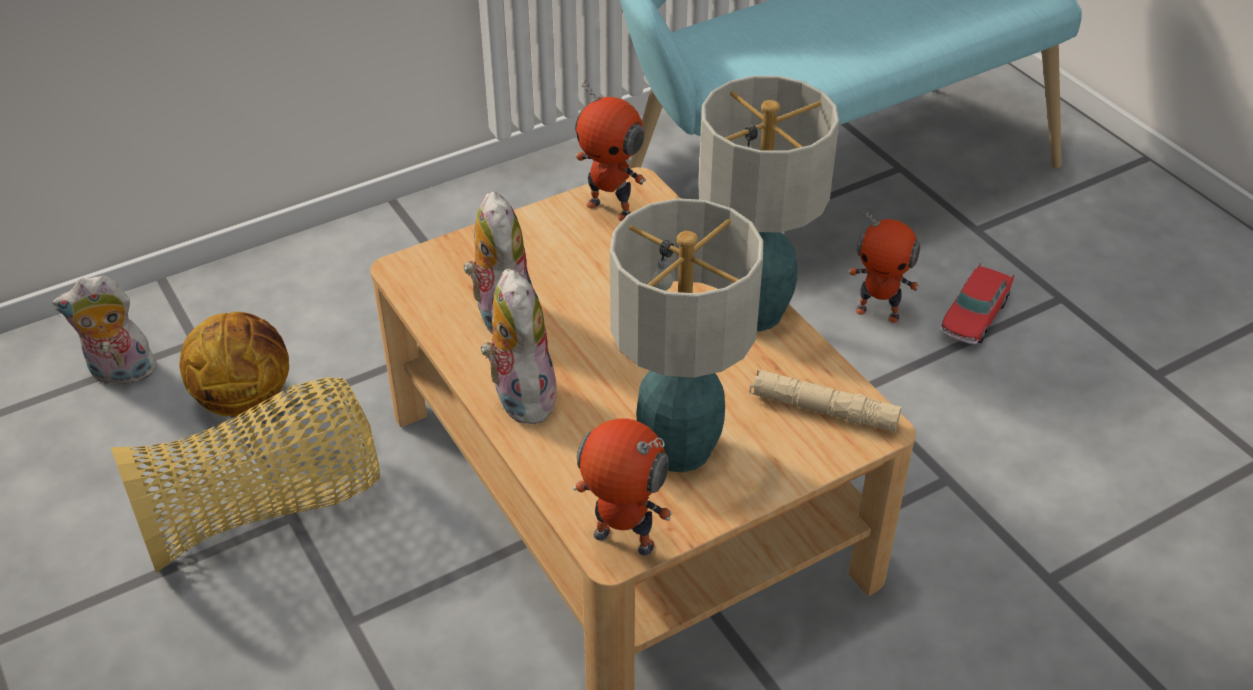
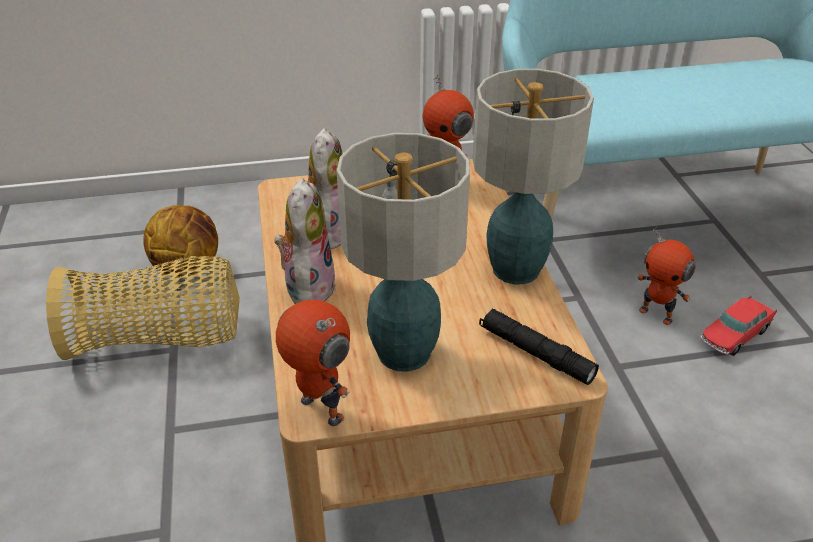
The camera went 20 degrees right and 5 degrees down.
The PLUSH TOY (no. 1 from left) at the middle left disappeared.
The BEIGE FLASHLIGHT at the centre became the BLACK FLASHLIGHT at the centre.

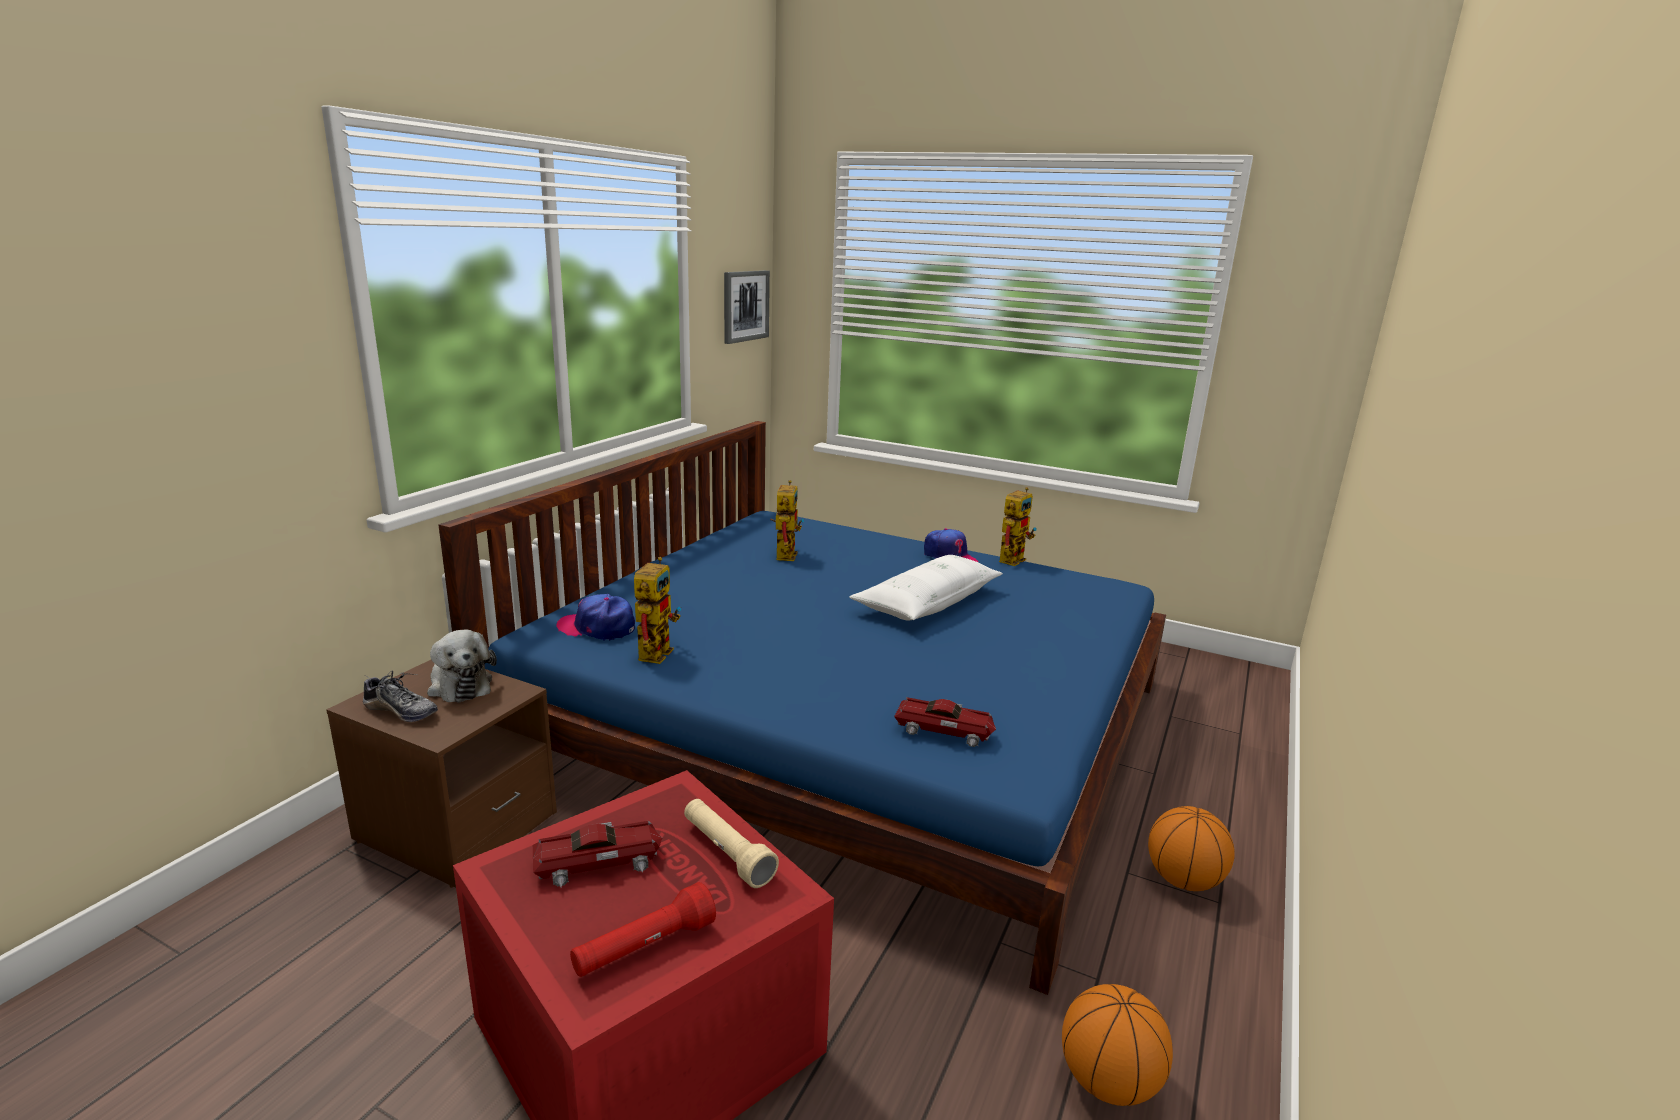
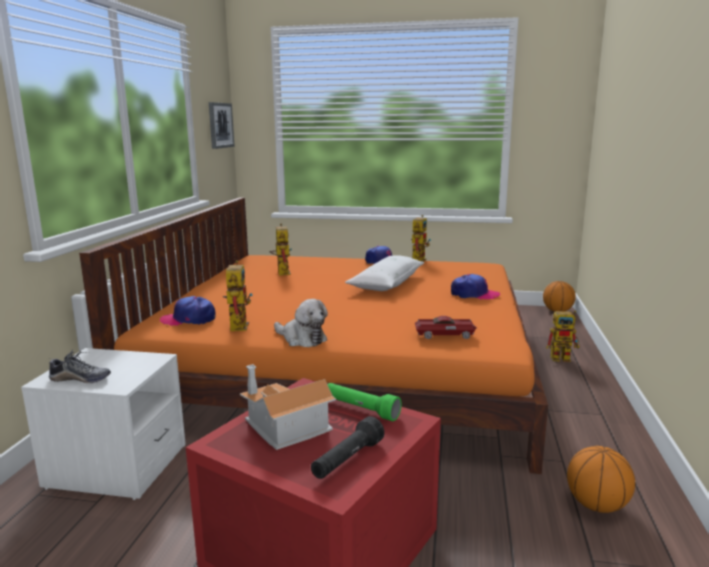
The camera went 15 degrees left and 5 degrees down.
The CAP (no. 3 from left) at the middle right appeared.
The TOY ROBOT (no. 4 from left) at the middle right appeared.
The PLUSH TOY moved from the middle left to the centre.
The BASKETBALL (no. 2 from left in the first image) moved from the bottom right to the middle right.
The TOY CAR (no. 1 from left) at the bottom centre was replaced by the TOY HOUSE at the bottom centre.
The BROWN NIGHTSTAND at the bottom left became the WHITE NIGHTSTAND at the bottom left.
The BLUE BED at the centre became the ORANGE BED at the centre.
The RED FLASHLIGHT at the bottom centre became the BLACK FLASHLIGHT at the bottom centre.
The BEIGE FLASHLIGHT at the bottom centre became the GREEN FLASHLIGHT at the bottom centre.

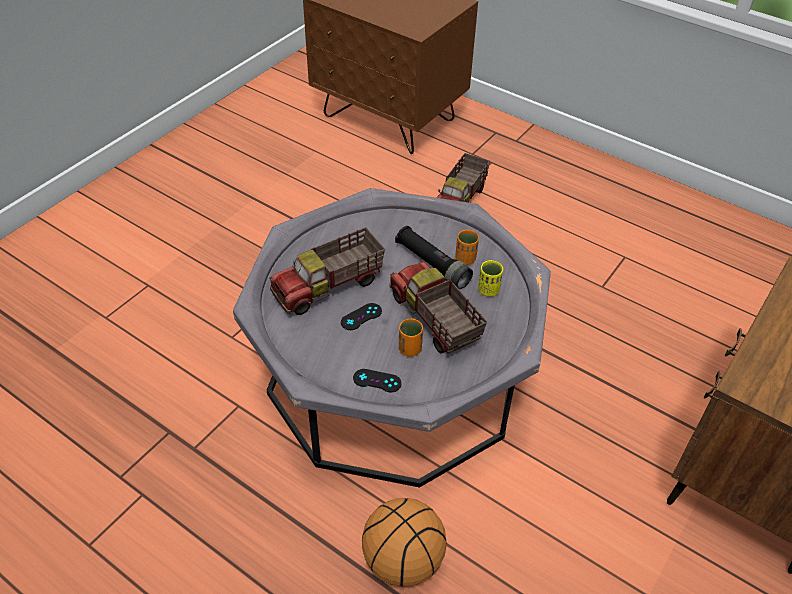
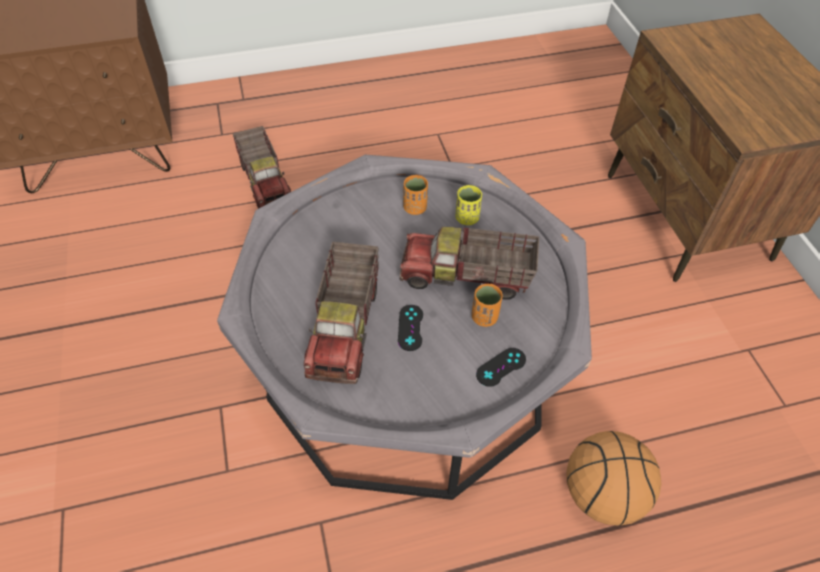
The camera went 50 degrees left and 5 degrees up.
The BLACK FLASHLIGHT at the centre disappeared.

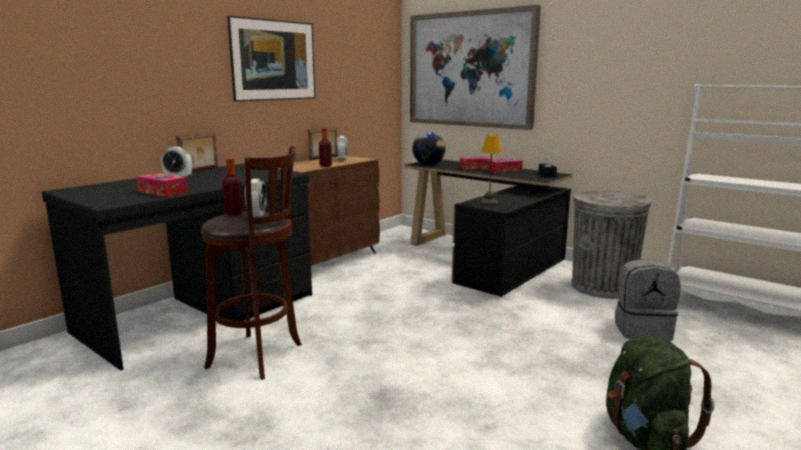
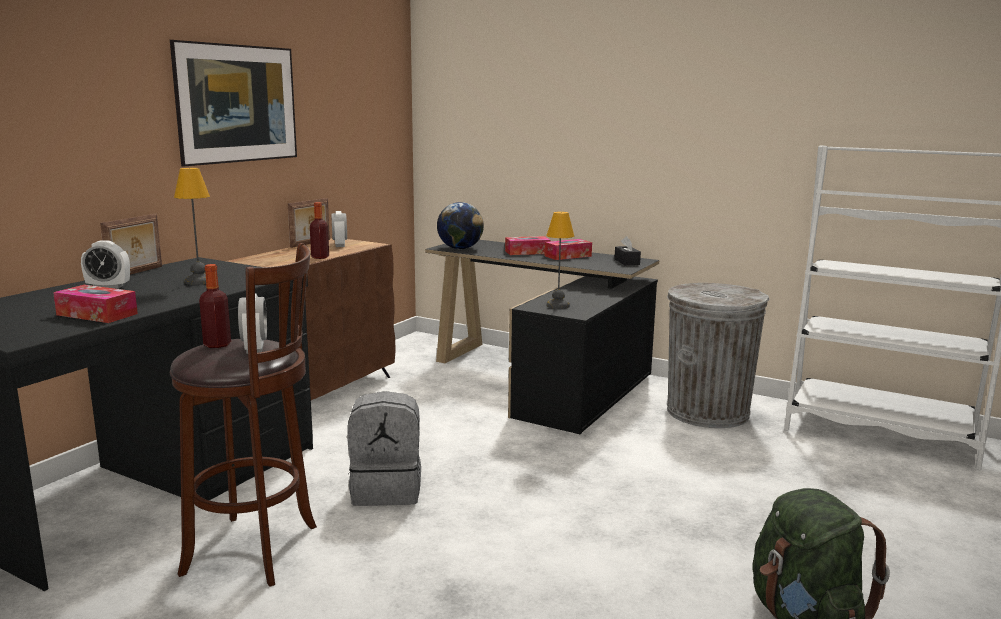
The camera went 10 degrees left and 0 degrees up.
The PICTURE (no. 2 from left) at the top centre disappeared.
The TABLE LAMP (no. 1 from left) at the middle left appeared.
The GREY BACKPACK moved from the bottom right to the bottom centre.

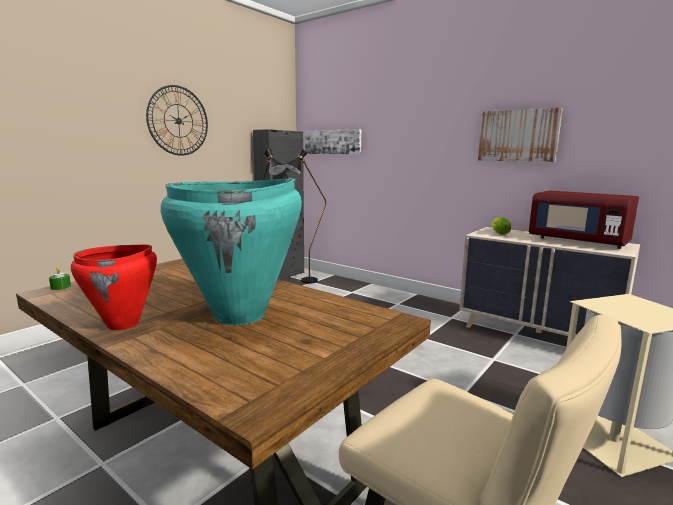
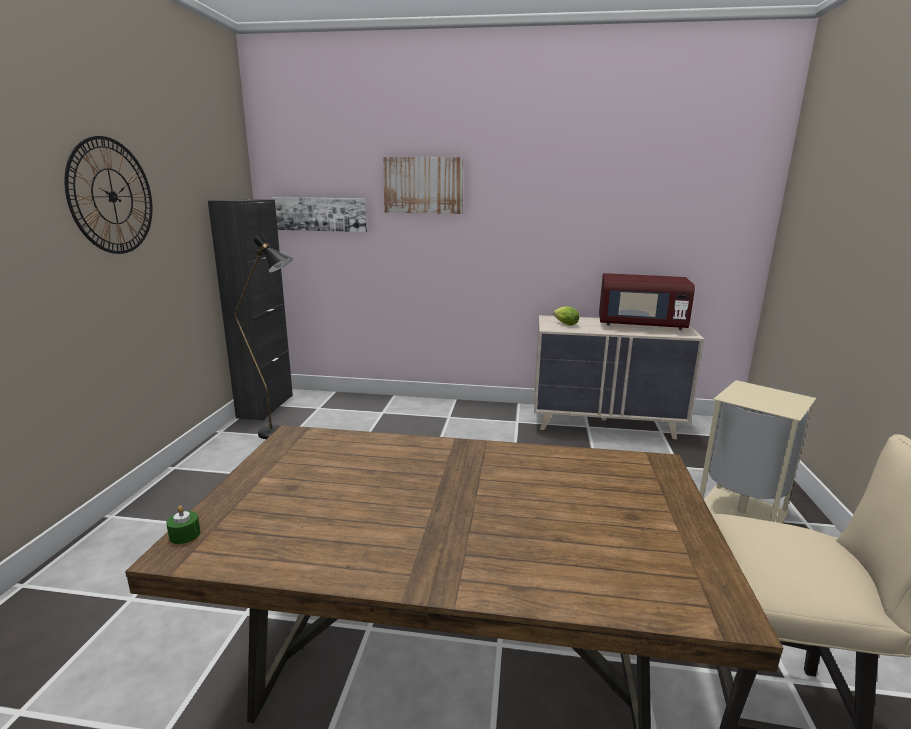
The camera went 30 degrees left and 5 degrees up.
The RED COOKING POT at the middle left disappeared.
The TURQUOISE VASE at the centre disappeared.
The BLACK FLOOR LAMP (no. 2 from left) at the centre disappeared.
The PICTURE (no. 2 from left) moved from the top right to the top centre.

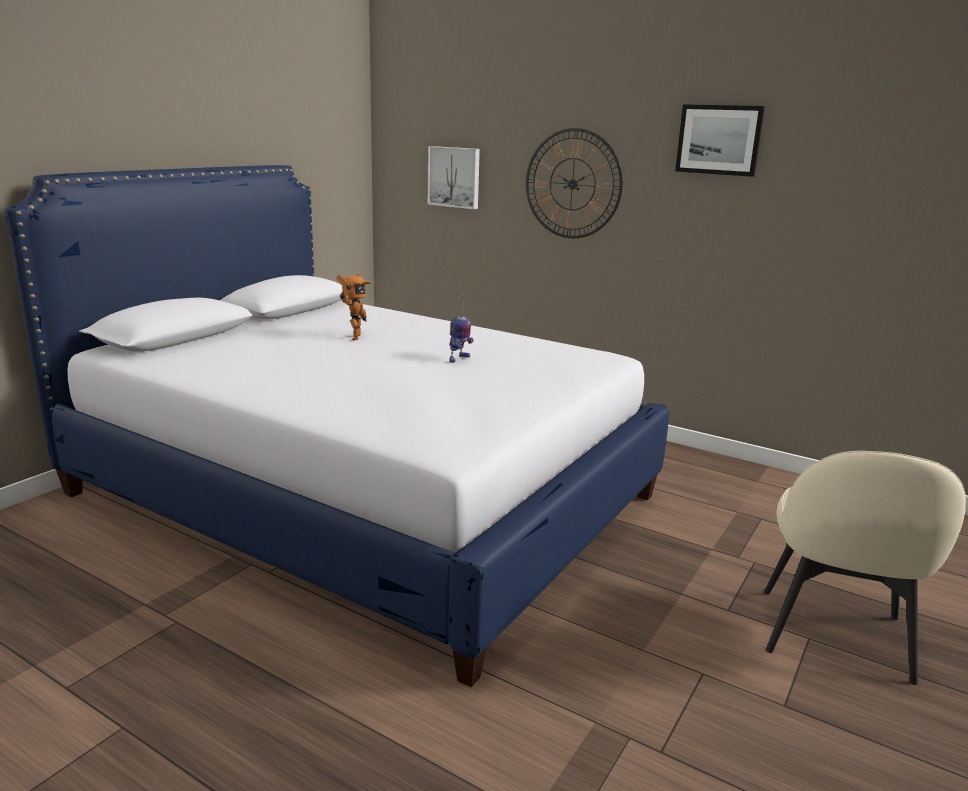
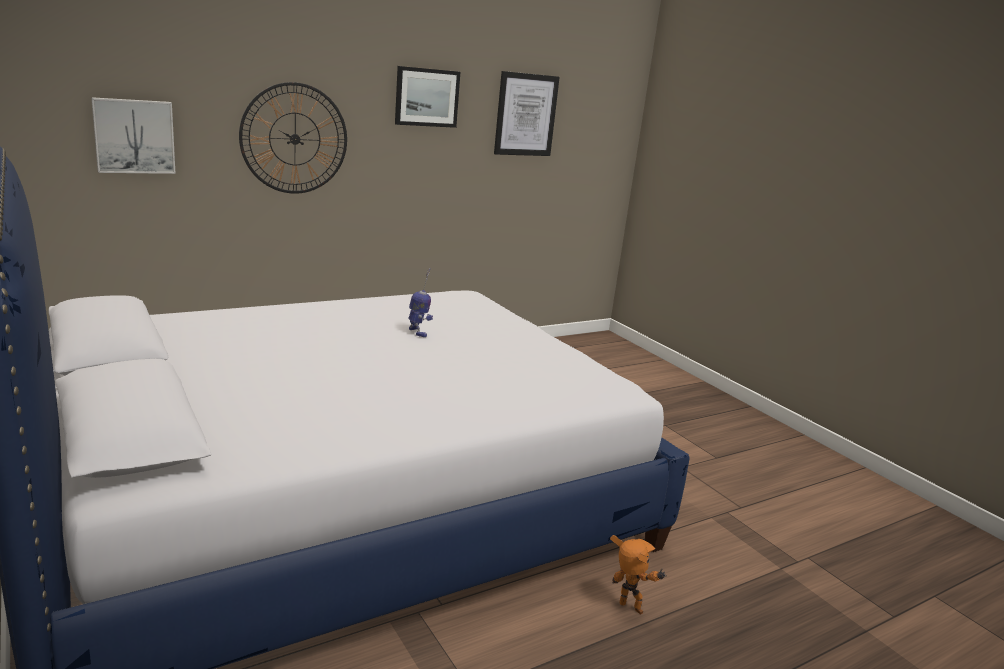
The camera went 65 degrees left and 0 degrees up.
The BEIGE CHAIR at the bottom right disappeared.
The PICTURE (no. 3 from left) at the top centre appeared.
The TOY ROBOT (no. 1 from left in the first image) moved from the centre to the bottom centre.

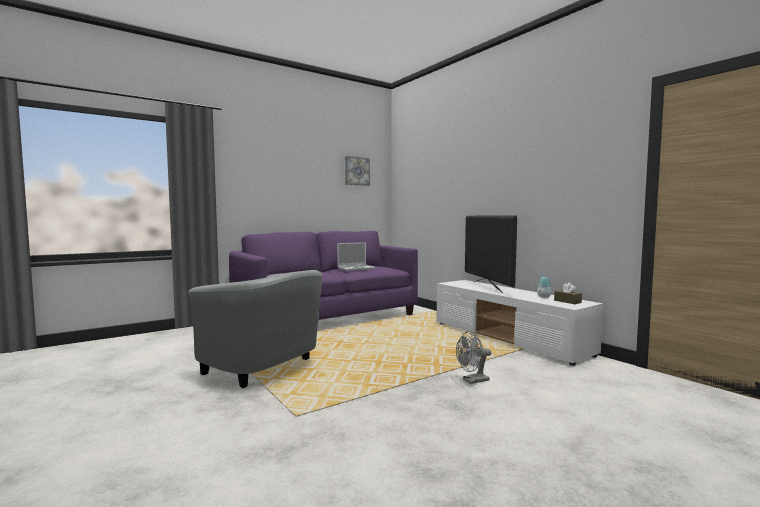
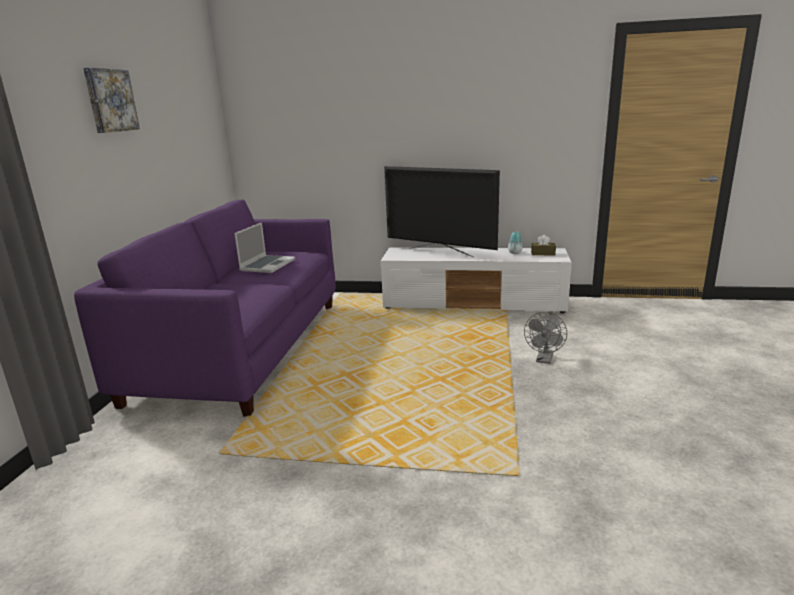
The camera went 45 degrees left and 15 degrees up.
The GREY ARMCHAIR at the centre disappeared.
The PICTURE moved from the centre to the top left.

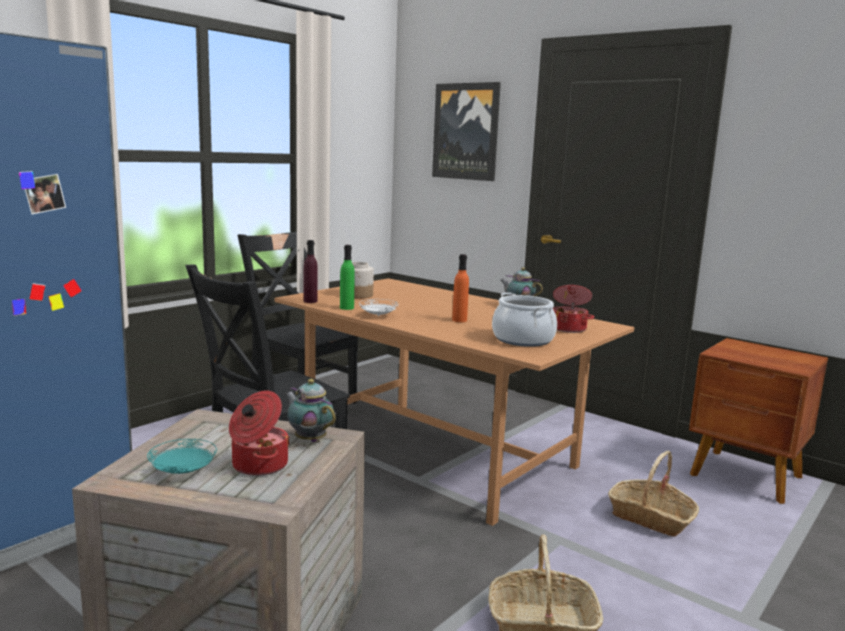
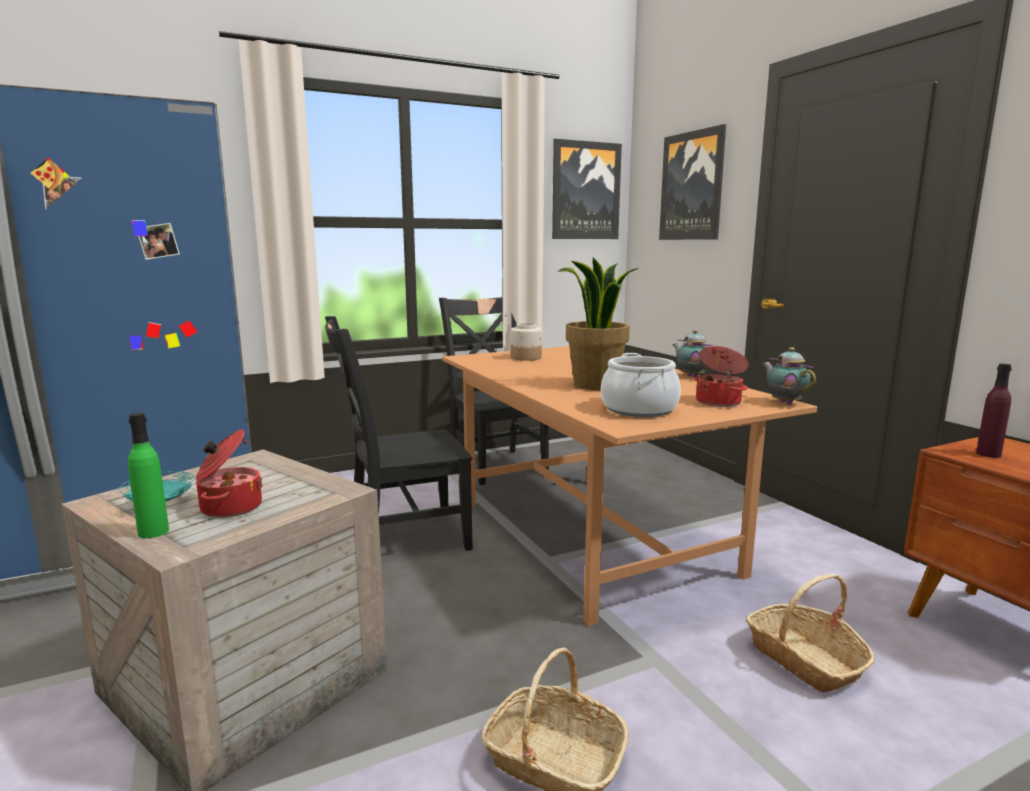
The camera went 25 degrees right and 0 degrees up.
The WHITE PLATE at the centre disappeared.
The PICTURE (no. 1 from left) at the top centre appeared.
The TEAPOT (no. 1 from left in the first image) moved from the centre to the middle right.
The PURPLE BOTTLE moved from the centre to the middle right.
The GREEN BOTTLE moved from the centre to the middle left.
The ORANGE BOTTLE at the centre was replaced by the POTTED PLANT at the centre.

